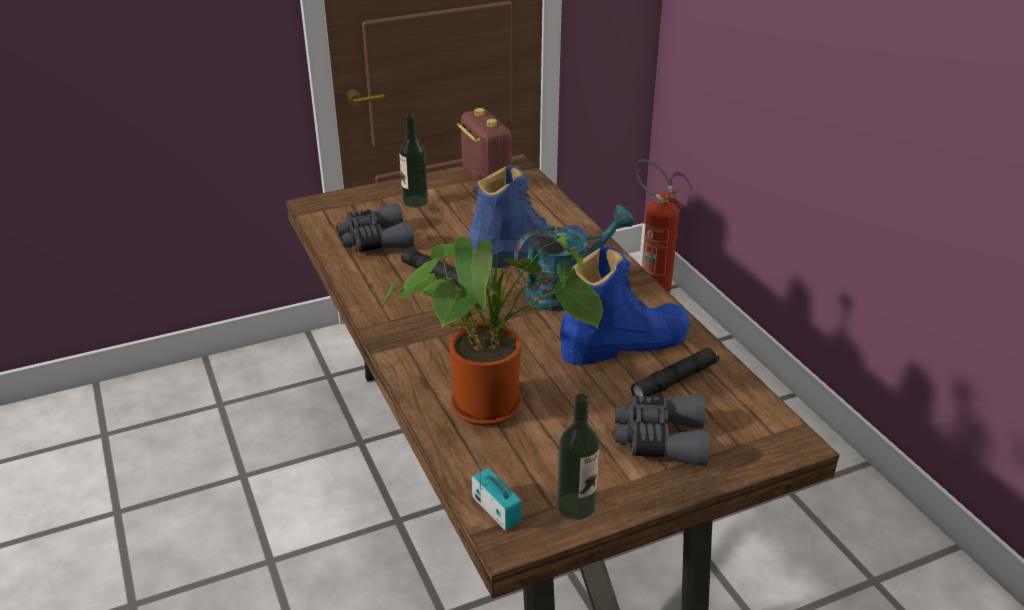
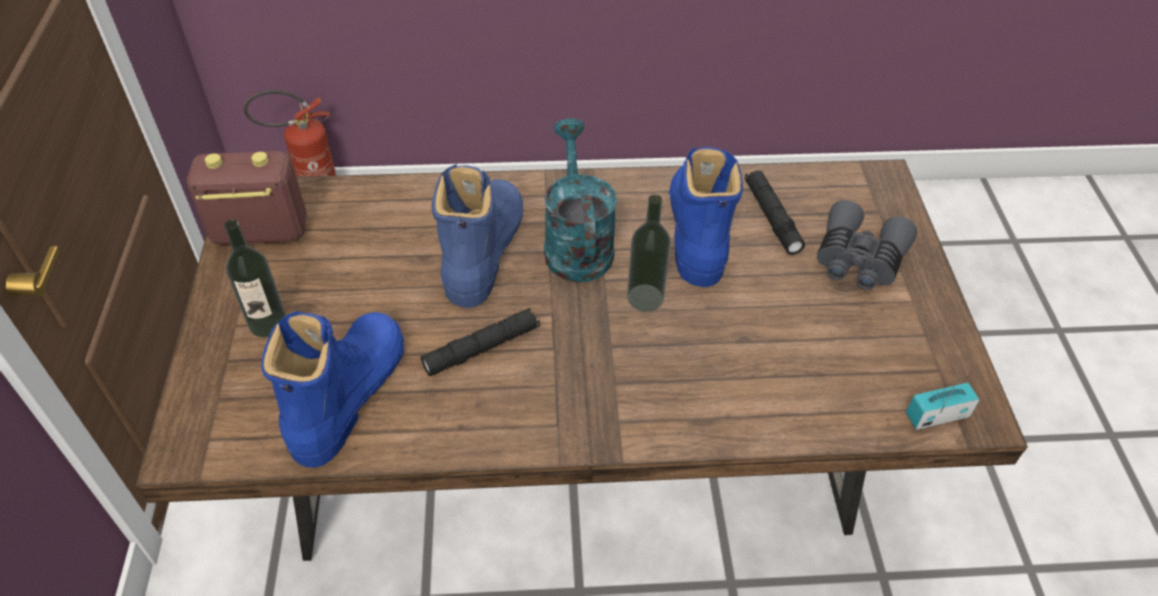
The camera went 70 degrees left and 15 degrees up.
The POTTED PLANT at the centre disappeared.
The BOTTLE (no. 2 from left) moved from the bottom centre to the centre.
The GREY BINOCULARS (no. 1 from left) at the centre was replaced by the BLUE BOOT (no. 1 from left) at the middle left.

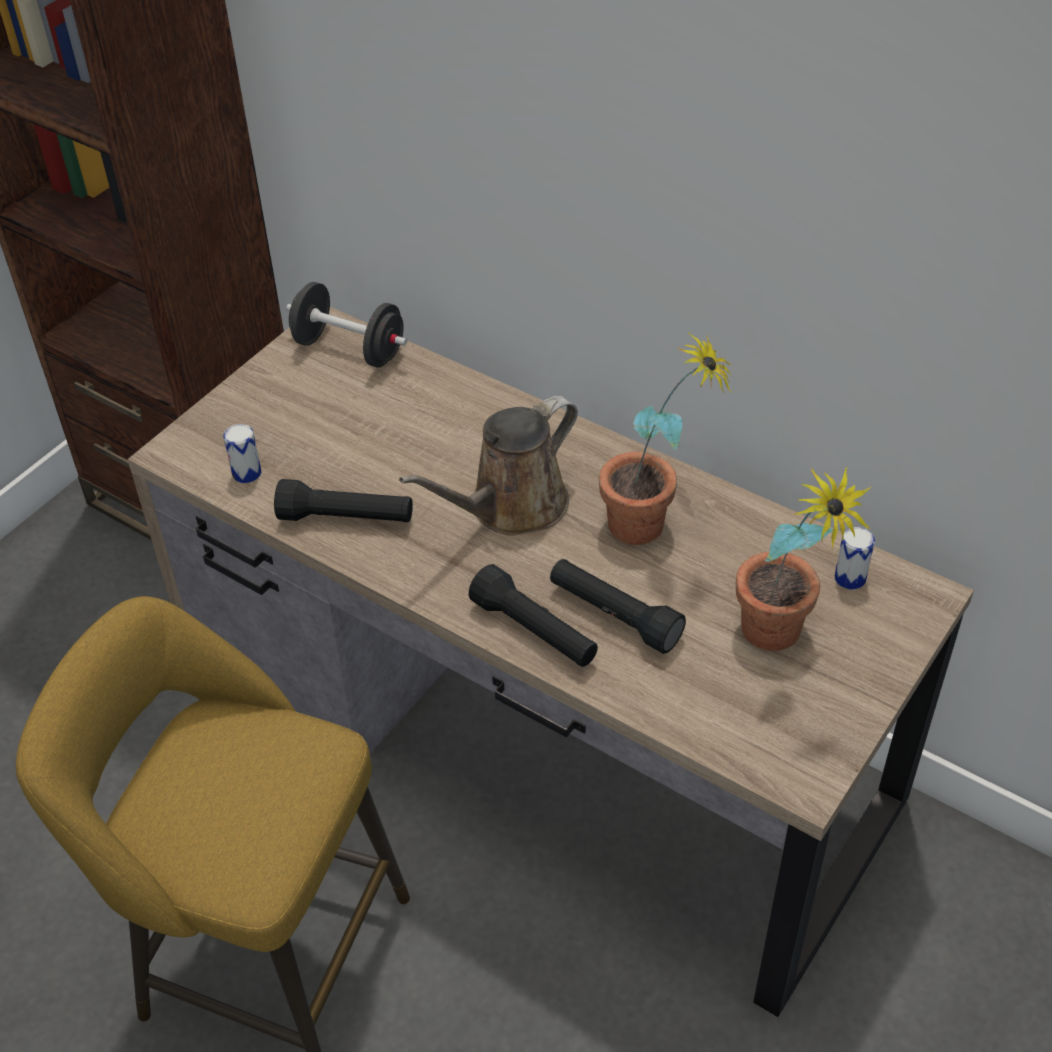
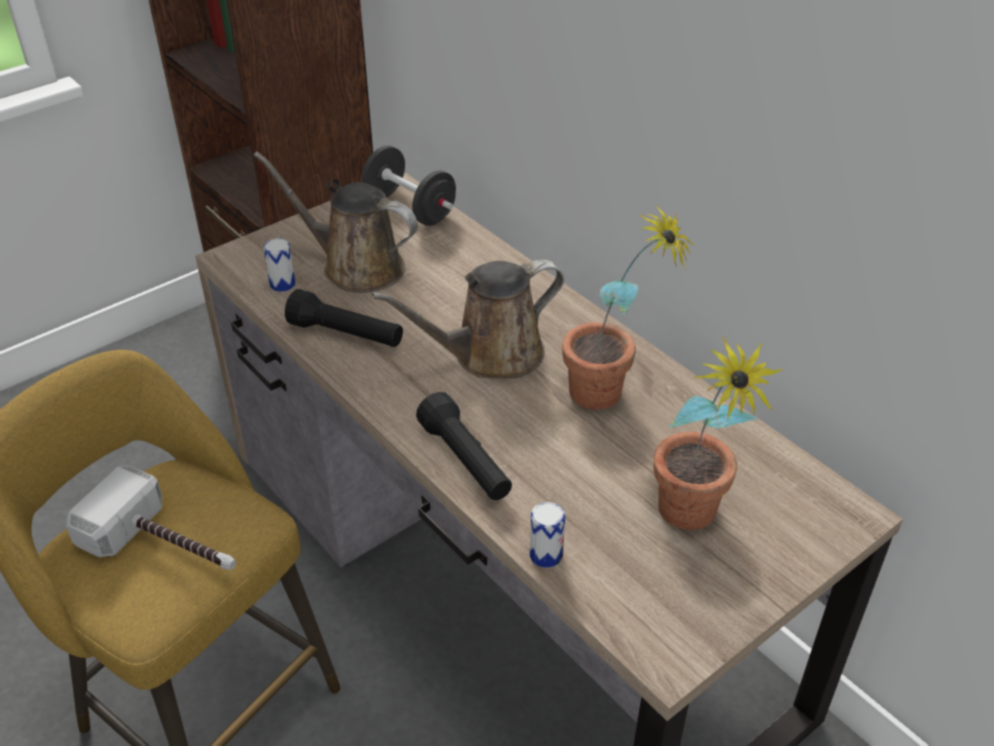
The camera went 15 degrees right and 5 degrees down.
The BLACK FLASHLIGHT (no. 3 from left) at the centre disappeared.
The HAMMER at the bottom left appeared.
The BROWN WATERING CAN (no. 1 from left) at the top centre appeared.
The CAN (no. 2 from left) moved from the middle right to the bottom centre.

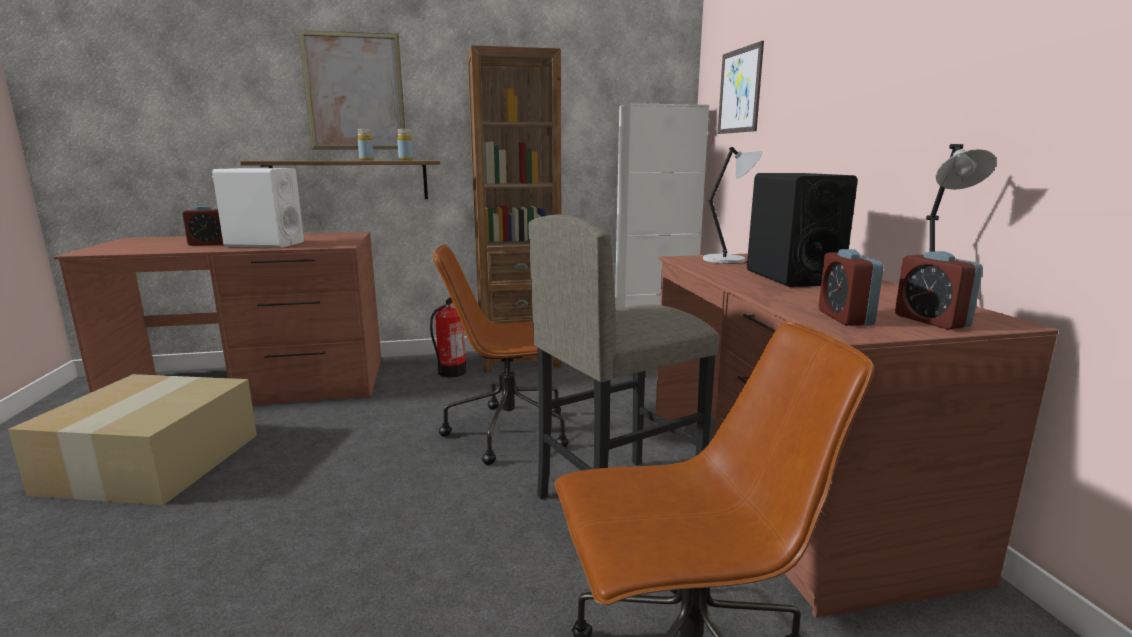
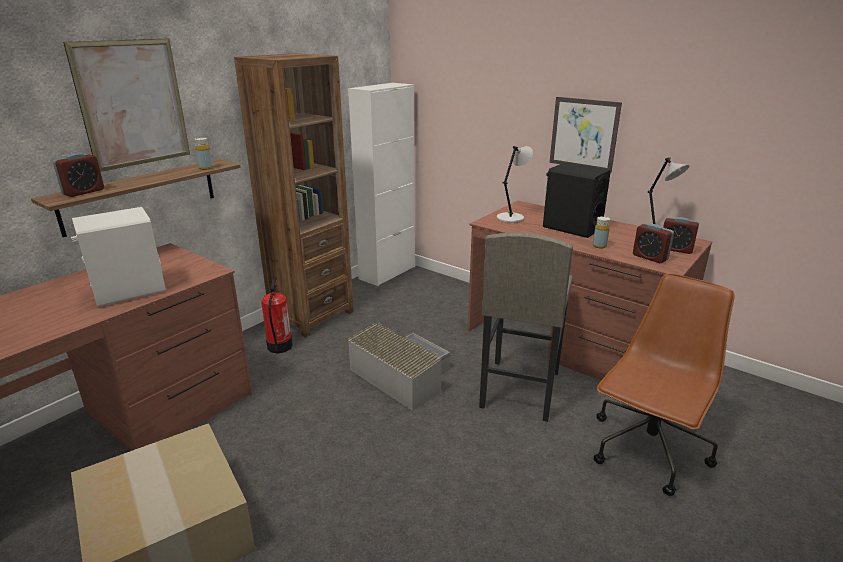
The camera went 40 degrees left and 10 degrees up.
The ALARM CLOCK (no. 1 from left) moved from the middle left to the top left.
The YELLOW BOTTLE (no. 1 from left in the first image) moved from the top left to the middle right.
The PICTURE (no. 2 from left) moved from the top centre to the top right.
The BROWN OFFICE CHAIR (no. 1 from left) at the centre was replaced by the GREY STORAGE BOX at the centre.

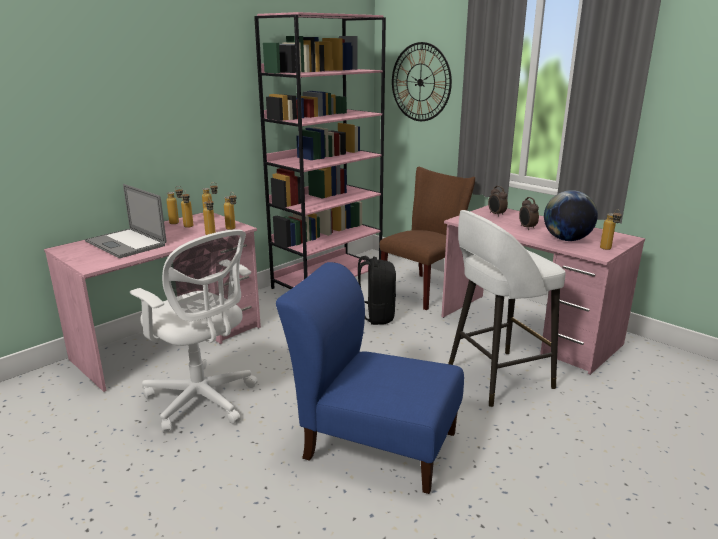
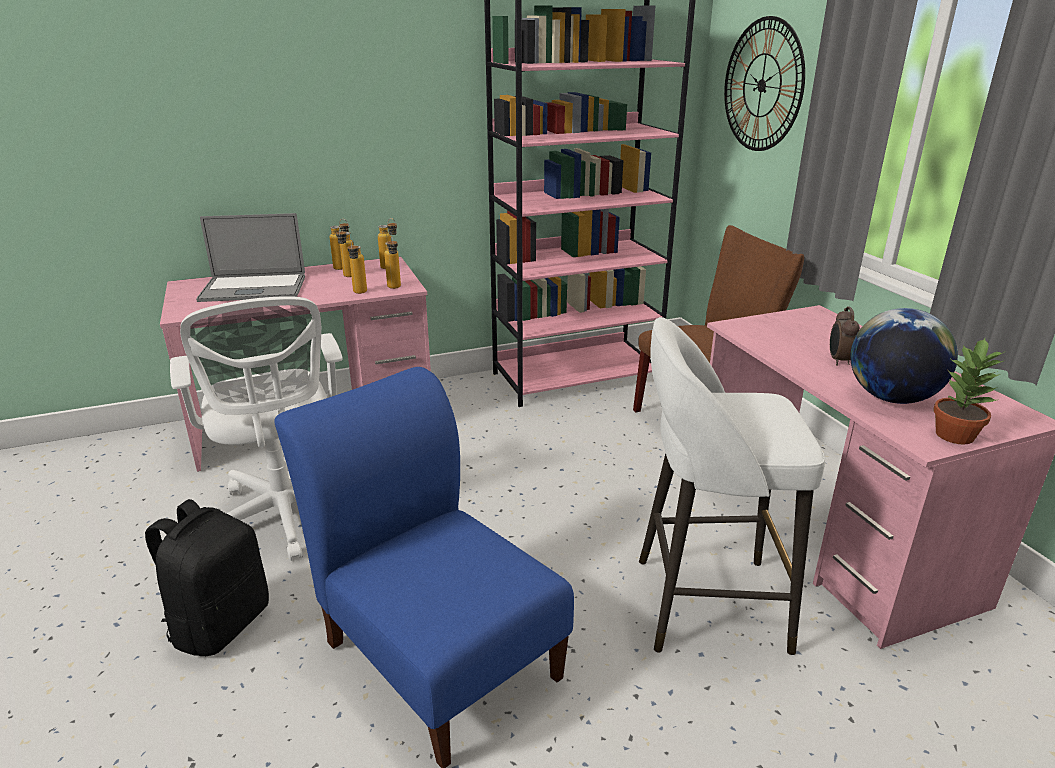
The camera went 25 degrees right and 5 degrees up.
The ALARM CLOCK (no. 1 from left) at the middle right disappeared.
The BLACK BACKPACK moved from the centre to the bottom left.
The BOTTLE (no. 6 from left) at the middle right was replaced by the POTTED PLANT at the middle right.
The LAPTOP at the middle left turned 75 degrees counterclockwise.

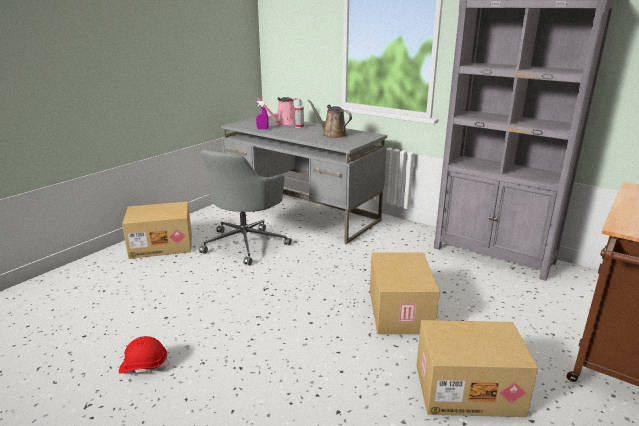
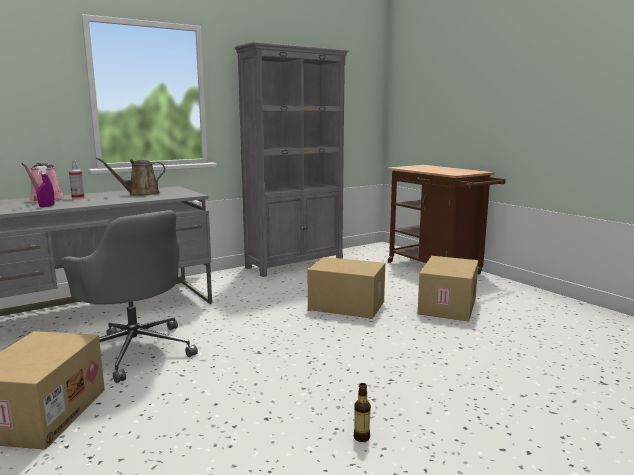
The camera went 70 degrees left and 10 degrees down.
The RED HARD HAT at the bottom left was replaced by the BOTTLE at the bottom centre.

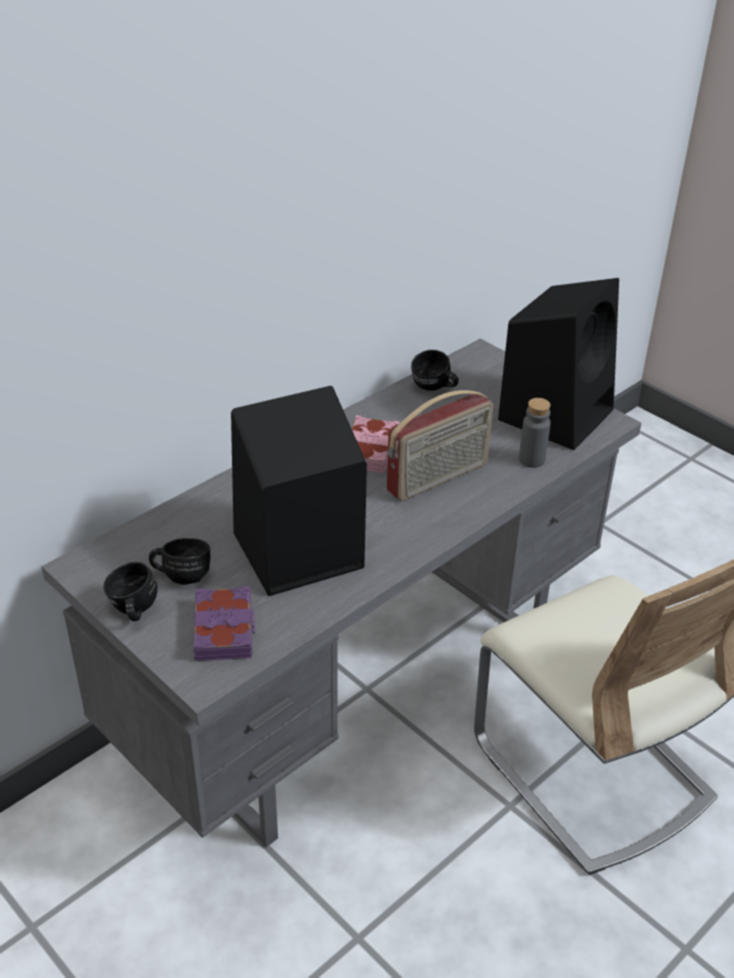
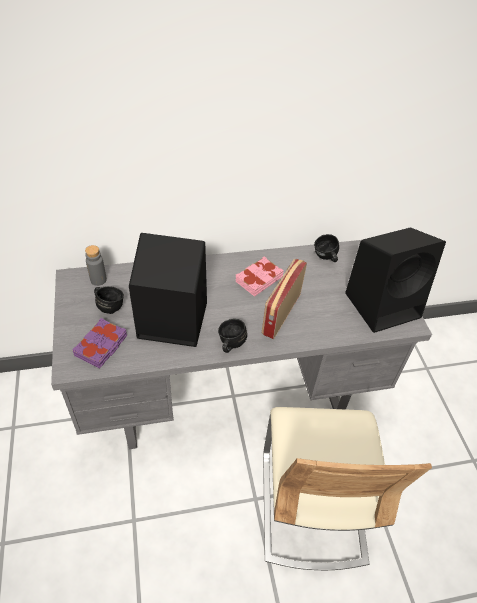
The camera went 30 degrees right and 10 degrees up.
The BLACK MUG (no. 1 from left in the first image) moved from the middle left to the centre.
The GREY BOTTLE moved from the middle right to the middle left.
The RADIO at the centre turned 120 degrees clockwise.

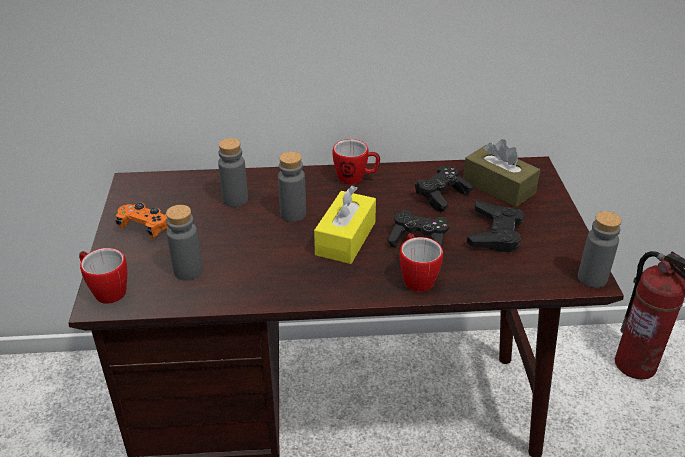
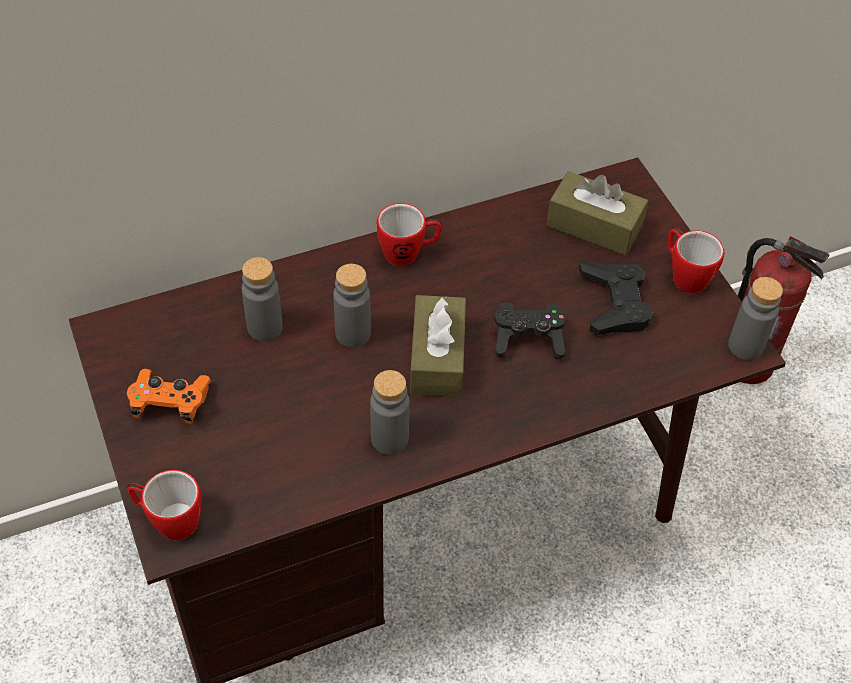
The camera went 20 degrees left and 15 degrees up.
The BLACK GAME CONTROLLER (no. 2 from left) at the centre disappeared.
The GREY BOTTLE (no. 1 from left in the first image) moved from the middle left to the centre.
The MUG (no. 3 from left) moved from the centre to the middle right.
The YELLOW TISSUE BOX at the centre became the BROWN TISSUE BOX (no. 1 from left) at the centre.

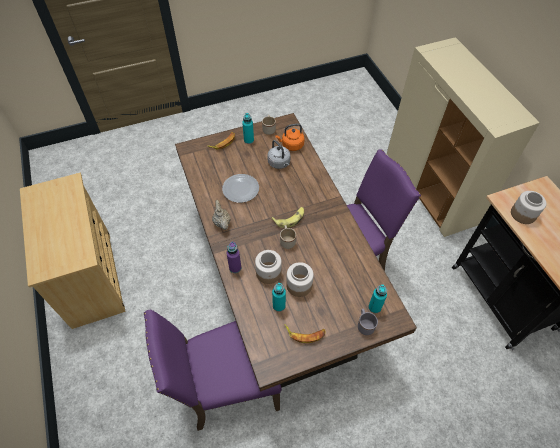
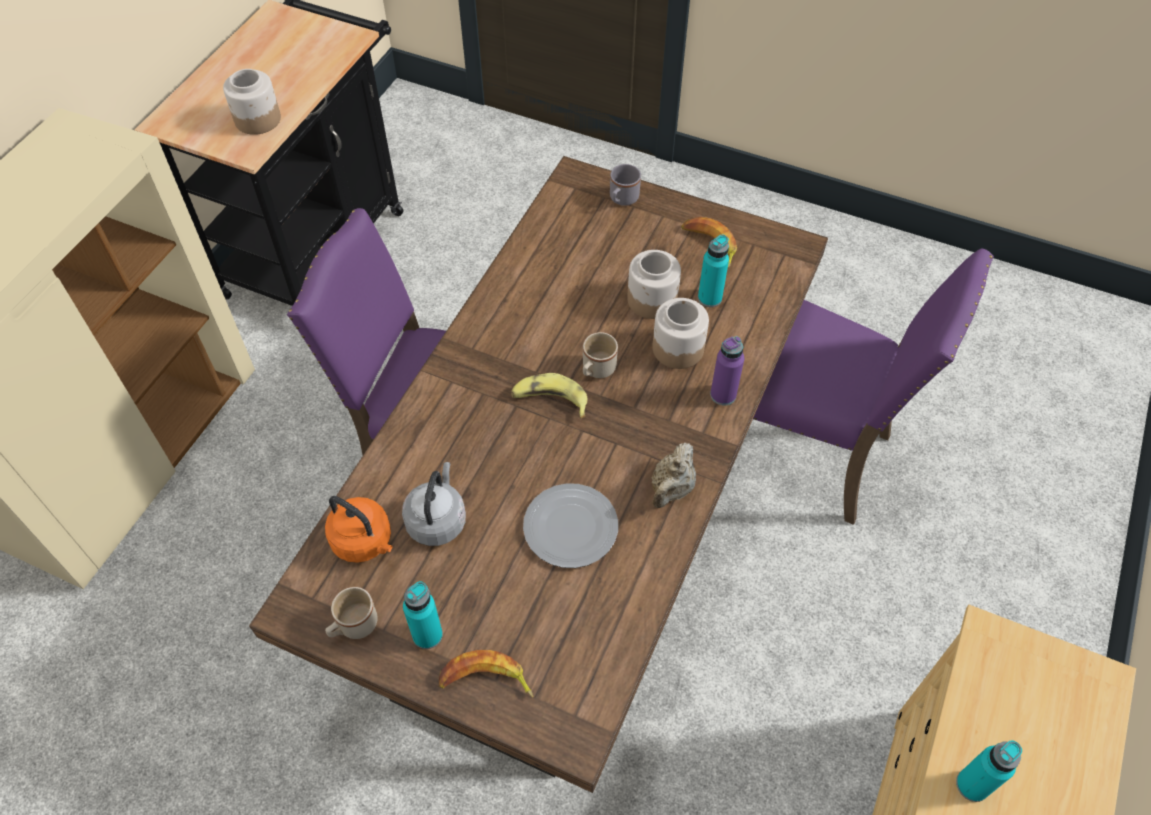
The camera went 135 degrees left and 0 degrees up.
The TURQUOISE BOTTLE (no. 3 from left) moved from the middle right to the bottom right.

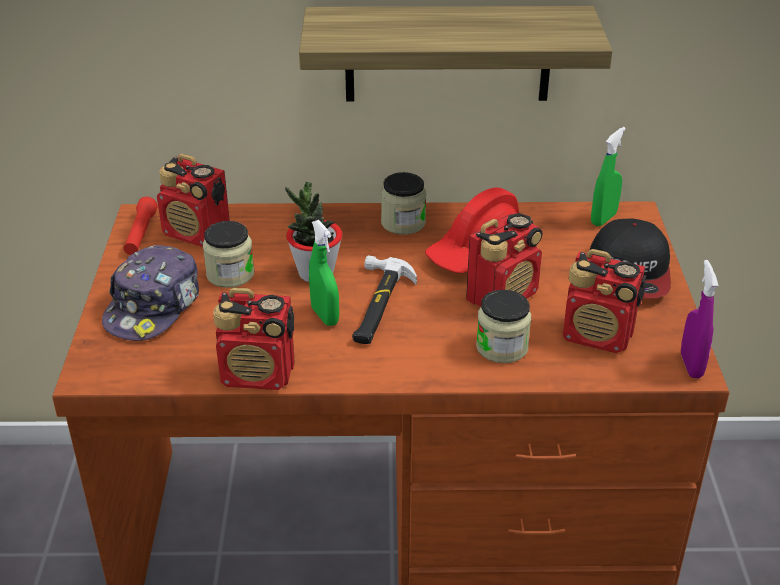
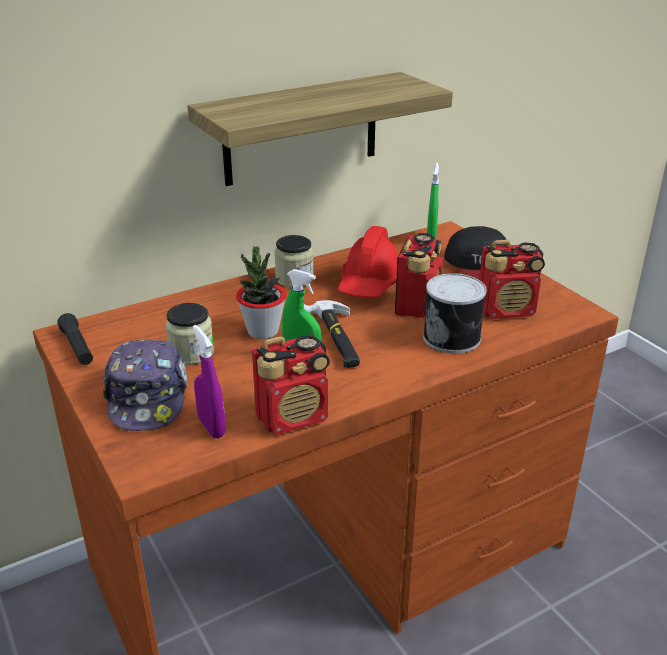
The camera went 30 degrees left and 5 degrees down.
The RADIO (no. 1 from left) at the middle left disappeared.
The PURPLE SPRAY BOTTLE moved from the middle right to the middle left.
The JAR (no. 3 from left) at the centre was replaced by the CAN at the middle right.
The RED FLASHLIGHT at the middle left became the BLACK FLASHLIGHT at the middle left.

